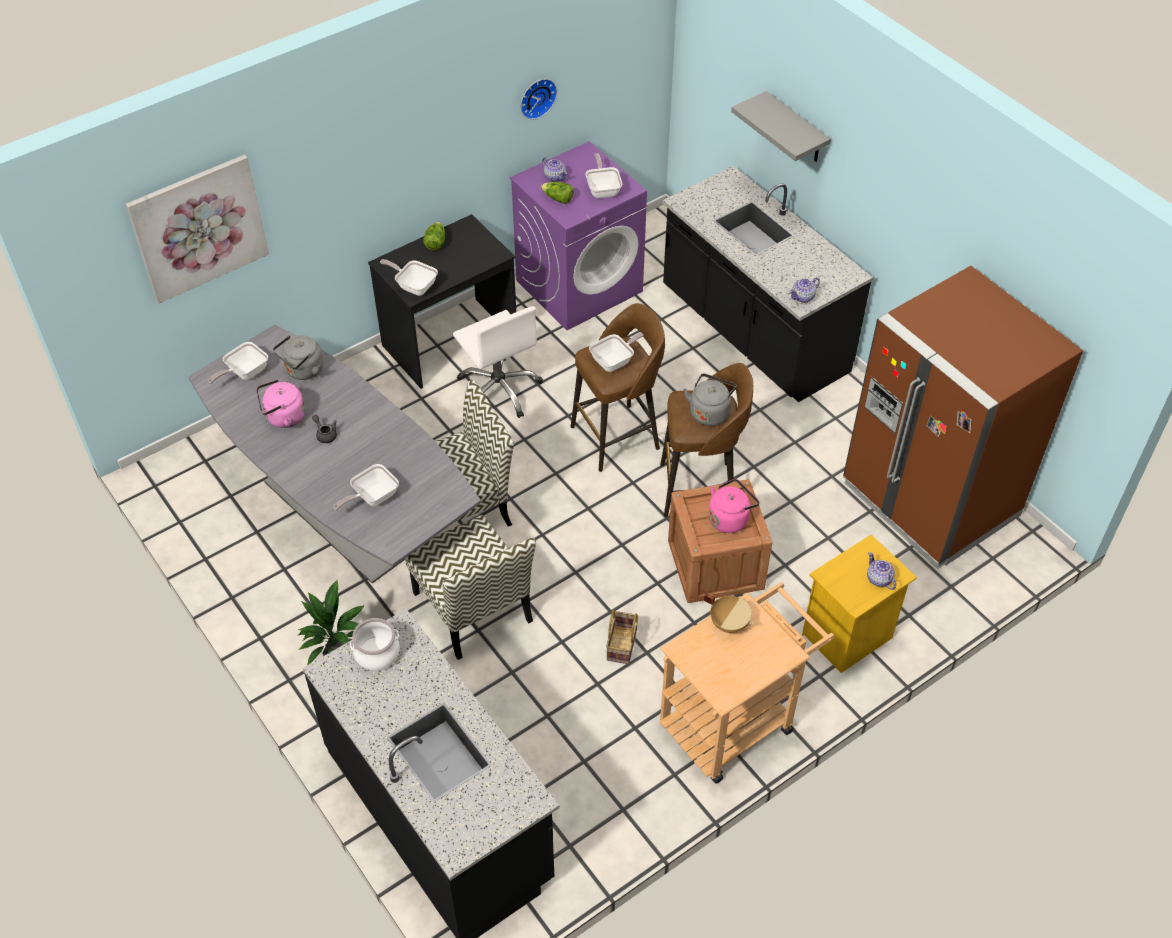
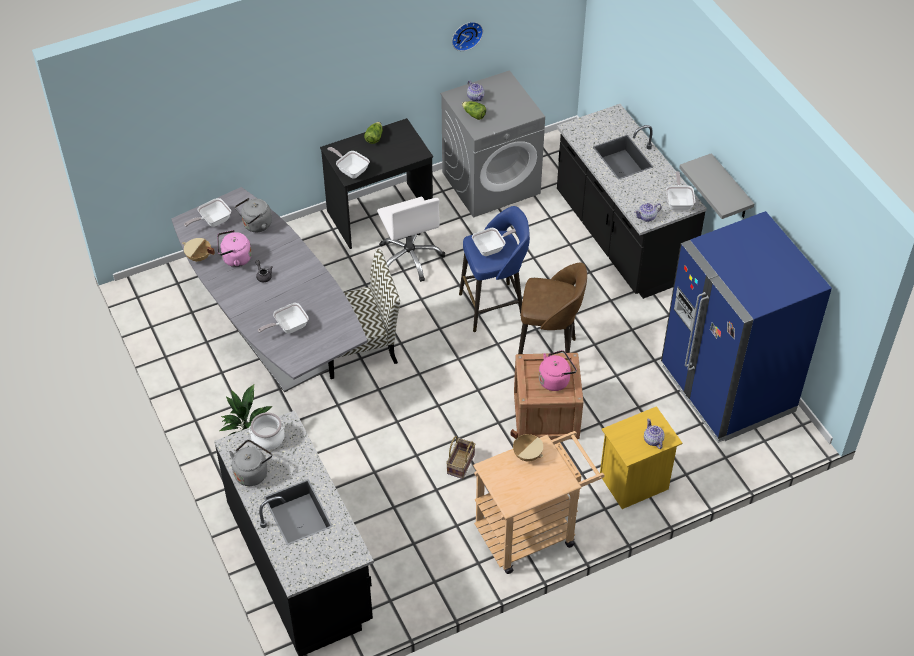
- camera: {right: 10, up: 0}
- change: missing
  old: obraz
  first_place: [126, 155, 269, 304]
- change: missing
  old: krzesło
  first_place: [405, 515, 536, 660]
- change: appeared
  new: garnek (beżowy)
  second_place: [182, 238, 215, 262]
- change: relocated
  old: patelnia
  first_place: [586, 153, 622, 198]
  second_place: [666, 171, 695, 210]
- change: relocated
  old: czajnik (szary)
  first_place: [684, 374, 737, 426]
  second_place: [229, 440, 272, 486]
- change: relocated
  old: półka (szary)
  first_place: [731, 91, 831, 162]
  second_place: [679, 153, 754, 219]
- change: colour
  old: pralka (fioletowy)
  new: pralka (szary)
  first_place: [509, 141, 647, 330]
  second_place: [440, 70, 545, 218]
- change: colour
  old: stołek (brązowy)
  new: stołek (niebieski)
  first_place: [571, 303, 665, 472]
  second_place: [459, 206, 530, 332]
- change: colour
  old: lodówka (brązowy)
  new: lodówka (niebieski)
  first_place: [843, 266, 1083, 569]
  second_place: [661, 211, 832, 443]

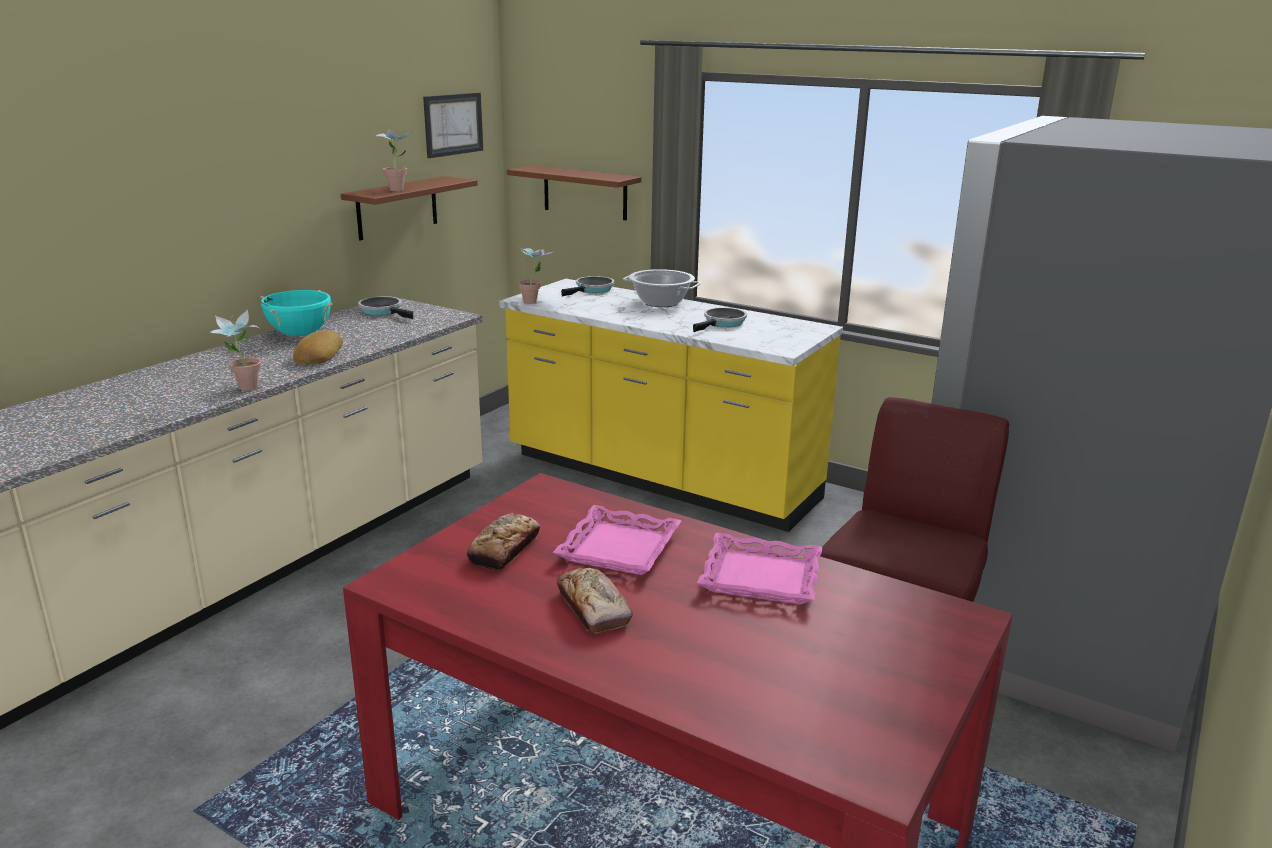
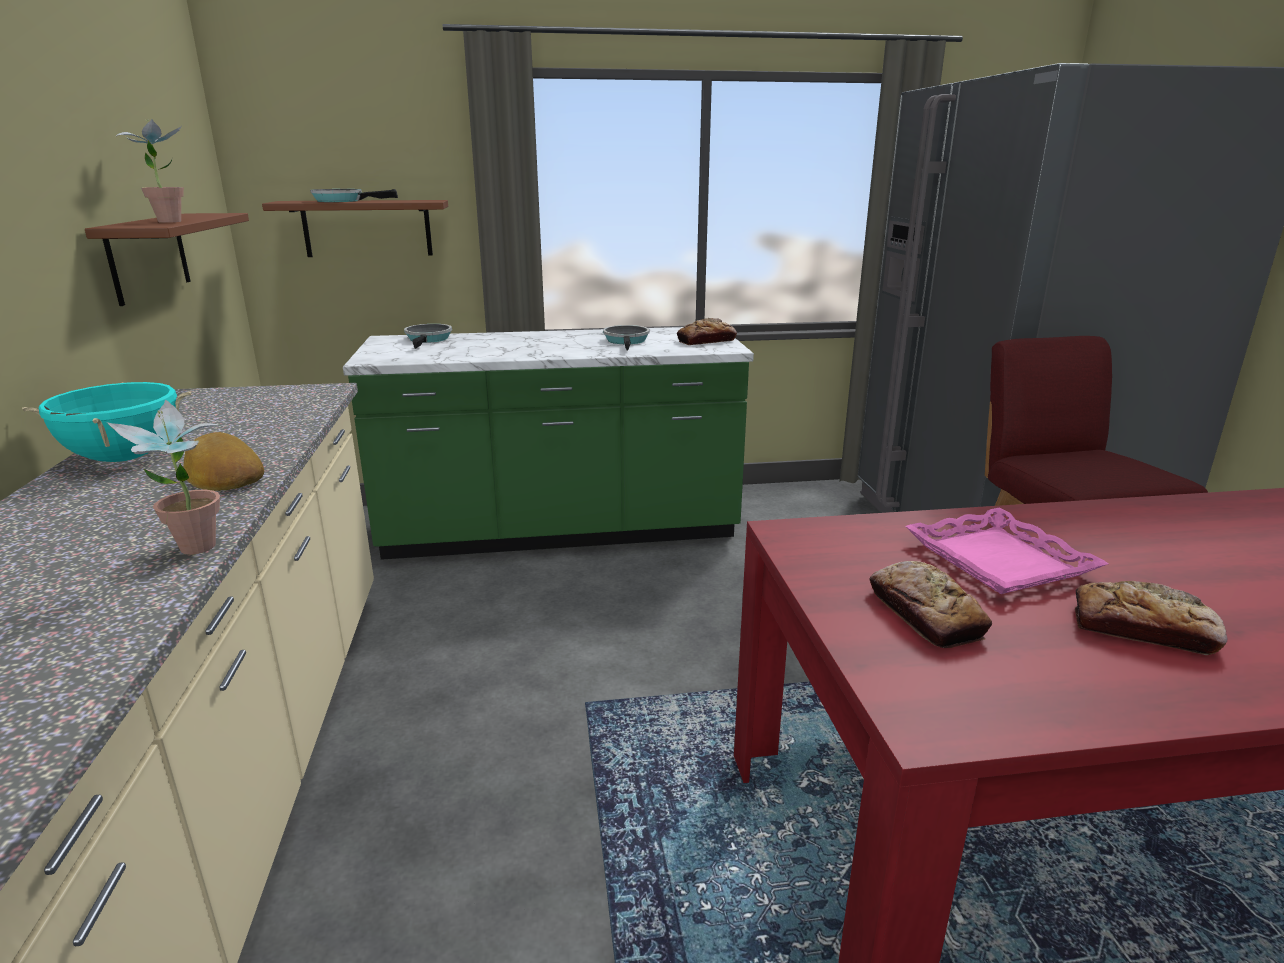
- camera: {right: -40, up: 0}
- change: missing
  old: obraz
  first_place: [423, 93, 483, 158]
- change: missing
  old: roślina doniczkowa
  first_place: [518, 243, 554, 304]
- change: missing
  old: garnek
  first_place: [623, 269, 701, 307]
- change: missing
  old: taca (różowy)
  first_place: [697, 533, 822, 605]
- change: appeared
  new: chleb
  second_place: [677, 318, 737, 345]
- change: relocated
  old: patelnia
  first_place: [358, 296, 413, 319]
  second_place: [310, 189, 398, 202]
- change: colour
  old: zabudowa kuchenna (żółty)
  new: zabudowa kuchenna (zielony)
  first_place: [499, 279, 843, 532]
  second_place: [343, 327, 754, 560]

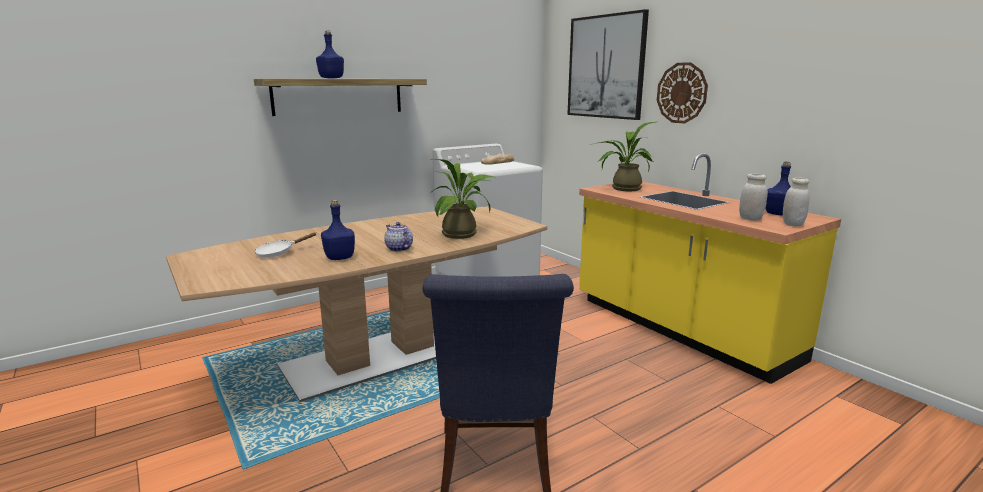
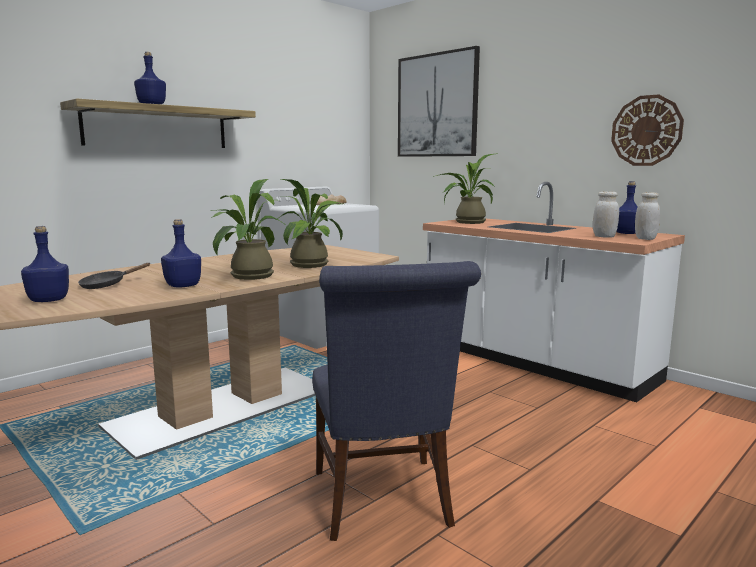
- camera: {right: -10, up: -5}
- change: appeared
  new: butelka (niebieski)
  second_place: [21, 226, 69, 302]
- change: relocated
  old: zegar ścienny
  first_place: [657, 62, 708, 124]
  second_place: [611, 94, 684, 166]
- change: exchanged
  old: imbryk
  new: roślina doniczkowa
  first_place: [384, 222, 413, 252]
  second_place: [211, 179, 284, 280]
- change: colour
  old: patelnia (biały)
  new: patelnia (czarny)
  first_place: [255, 233, 316, 258]
  second_place: [78, 263, 150, 289]
- change: colour
  old: zabudowa kuchenna (żółty)
  new: zabudowa kuchenna (biały)
  first_place: [579, 153, 841, 384]
  second_place: [423, 182, 685, 402]

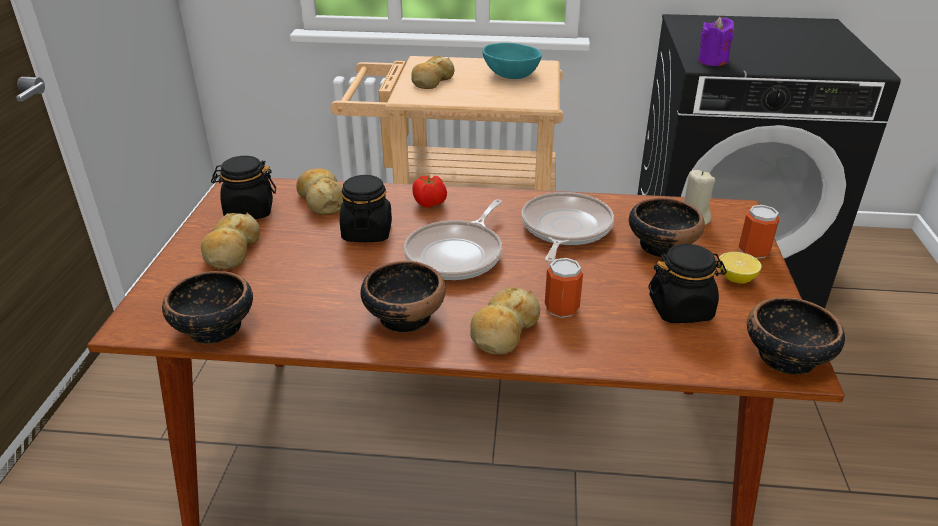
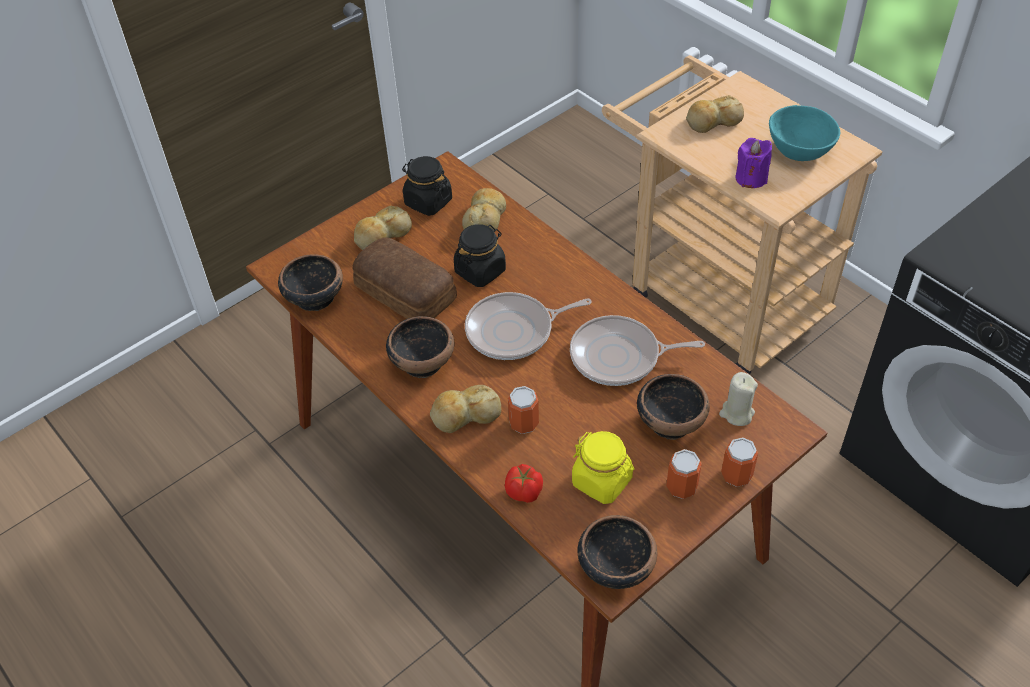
- camera: {right: 45, up: 15}
- change: appeared
  new: chleb
  second_place: [353, 238, 457, 319]
- change: relocated
  old: pomidor
  first_place: [412, 175, 447, 208]
  second_place: [505, 464, 543, 503]
- change: relocated
  old: świeca (fioletowy)
  first_place: [698, 17, 734, 66]
  second_place: [735, 138, 772, 188]
- change: exchanged
  old: cytryna
  new: puszka
  first_place: [718, 252, 762, 284]
  second_place: [666, 449, 702, 499]
- change: colour
  old: słoik (czarny)
  new: słoik (żółty)
  first_place: [648, 244, 727, 323]
  second_place: [572, 431, 635, 504]
- change: spun
  old: patelnia
  first_place: [521, 192, 614, 262]
  second_place: [570, 315, 705, 386]
  degrees: -150

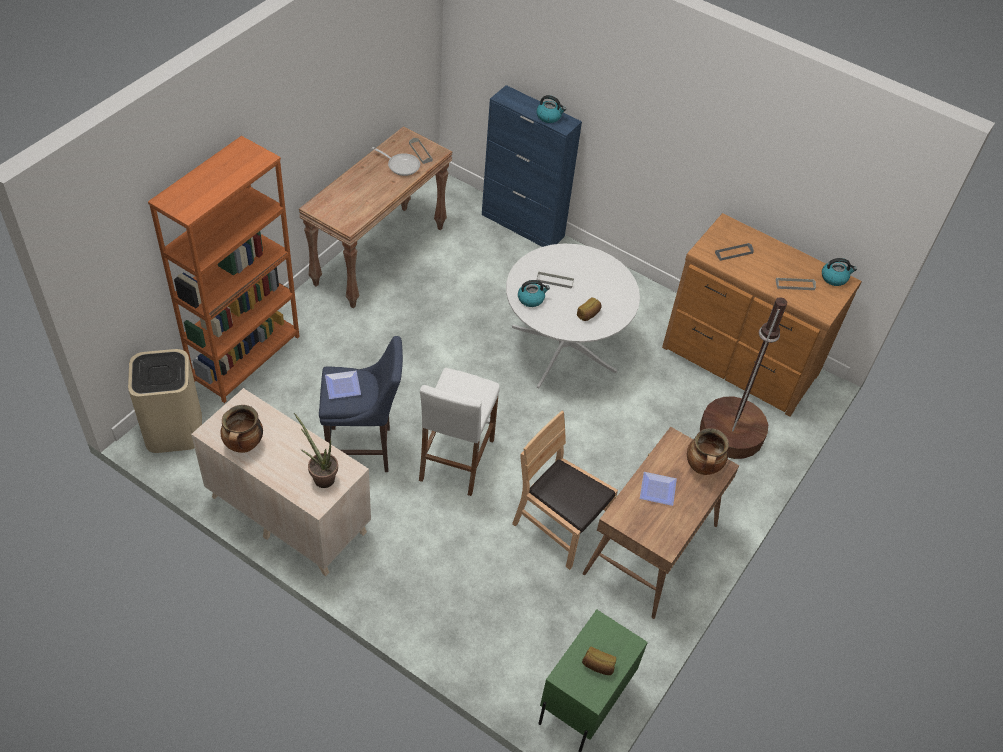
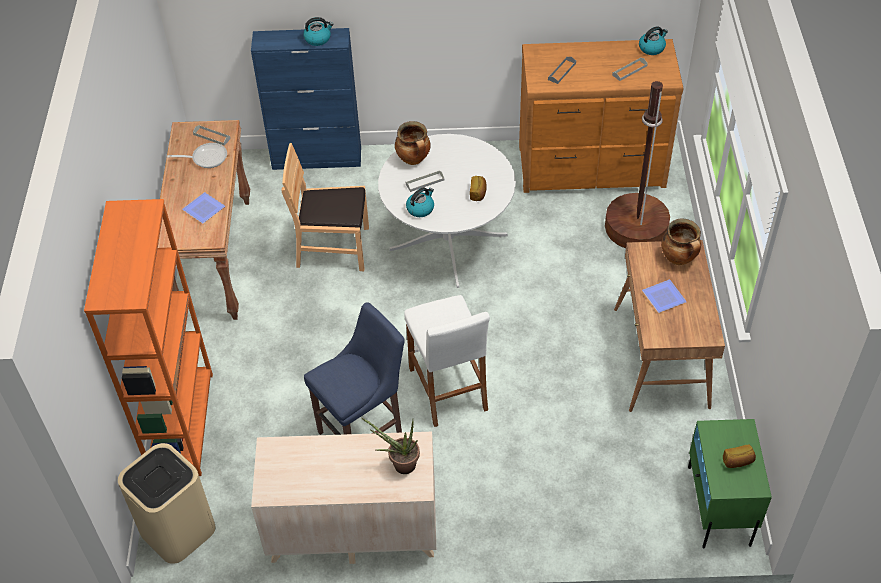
- camera: {right: -30, up: 0}
- change: relocated
  old: garnek
  first_place: [220, 405, 263, 453]
  second_place: [395, 121, 431, 165]
- change: relocated
  old: talerz
  first_place: [325, 371, 361, 399]
  second_place: [182, 192, 225, 223]
- change: relocated
  old: krzesło (brązowy)
  first_place: [512, 411, 618, 570]
  second_place: [282, 143, 369, 271]

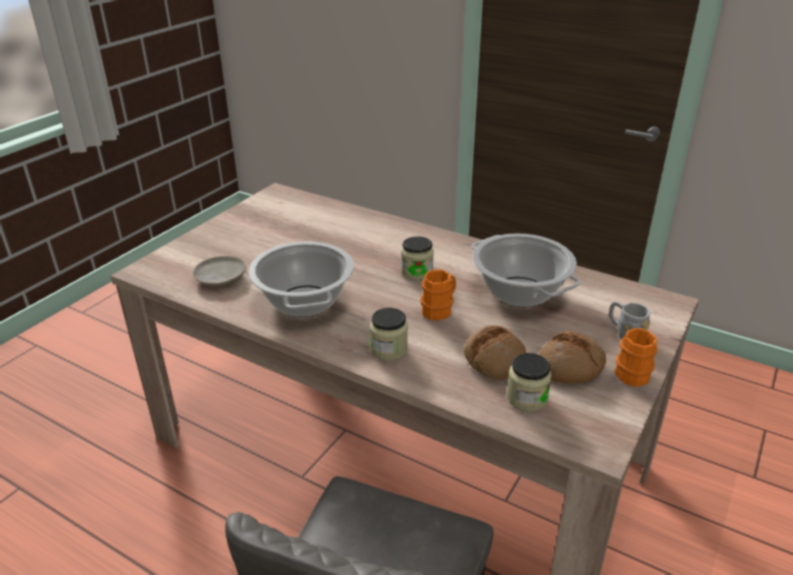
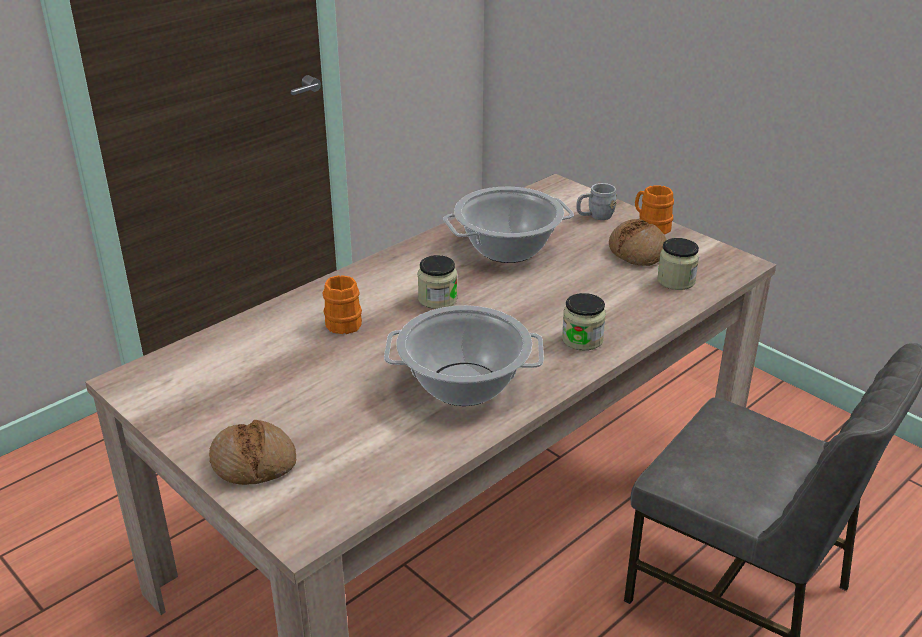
- camera: {right: -75, up: 0}
- change: missing
  old: talerz (beżowy)
  first_place: [193, 256, 246, 286]
- change: relocated
  old: kubek (pomarańczowy)
  first_place: [420, 269, 456, 320]
  second_place: [322, 275, 362, 334]
- change: relocated
  old: chleb
  first_place: [464, 325, 526, 380]
  second_place: [209, 420, 296, 485]

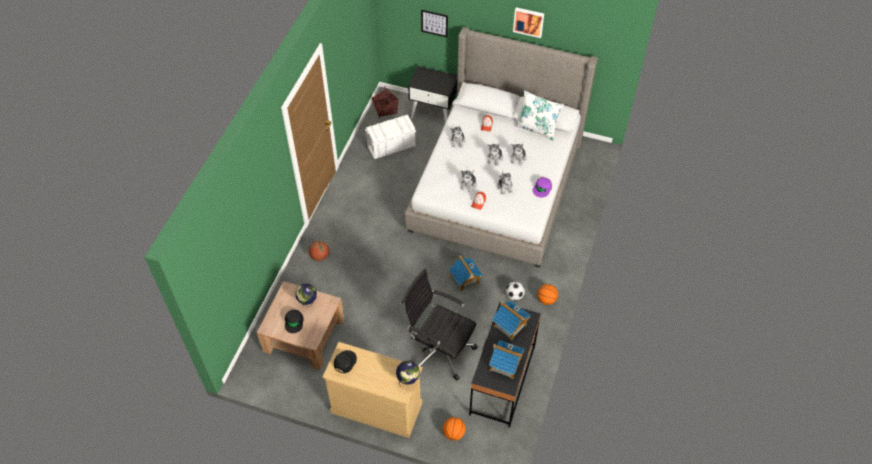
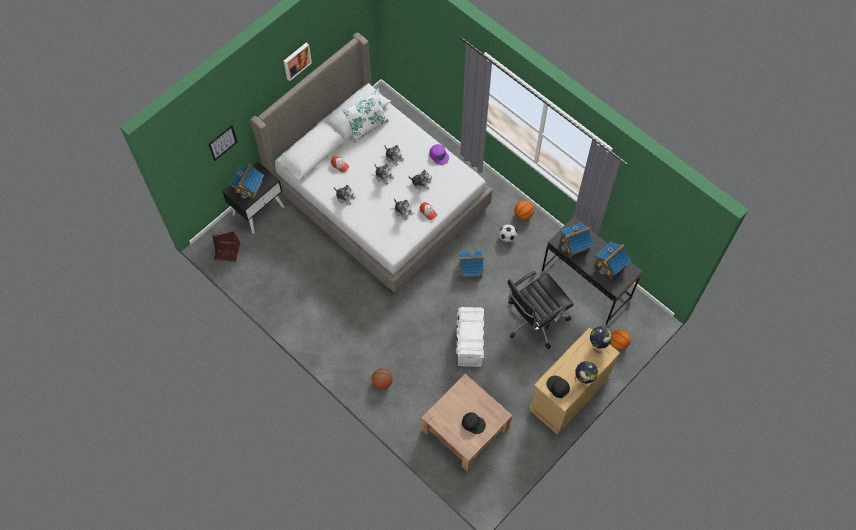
- camera: {right: -65, up: 10}
- change: appeared
  new: domek
  second_place: [230, 164, 264, 199]
- change: relocated
  old: globus
  first_place: [295, 283, 317, 307]
  second_place: [575, 361, 598, 384]
- change: relocated
  old: pojemnik do przechowywania (biały)
  first_place: [365, 115, 416, 159]
  second_place: [456, 307, 484, 367]

